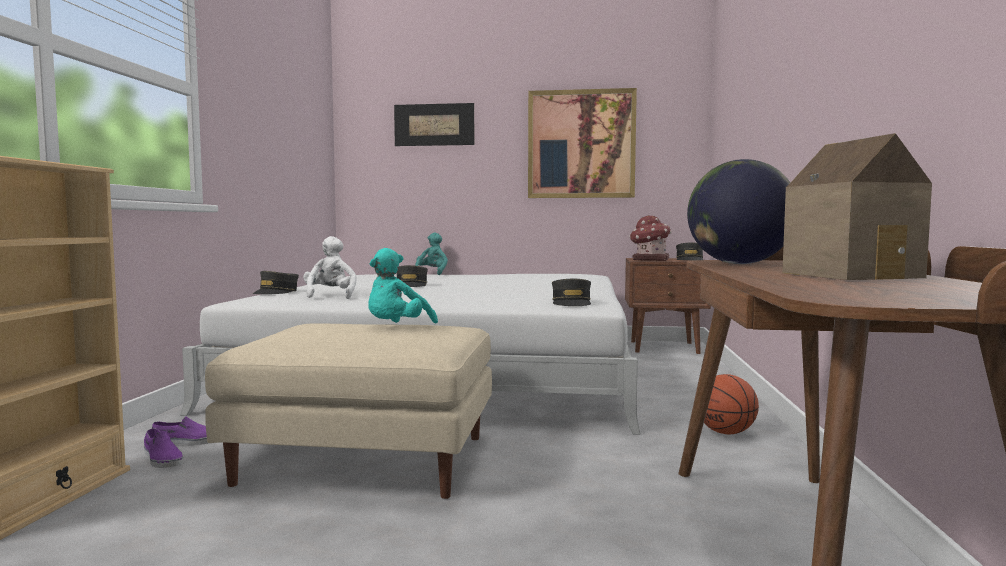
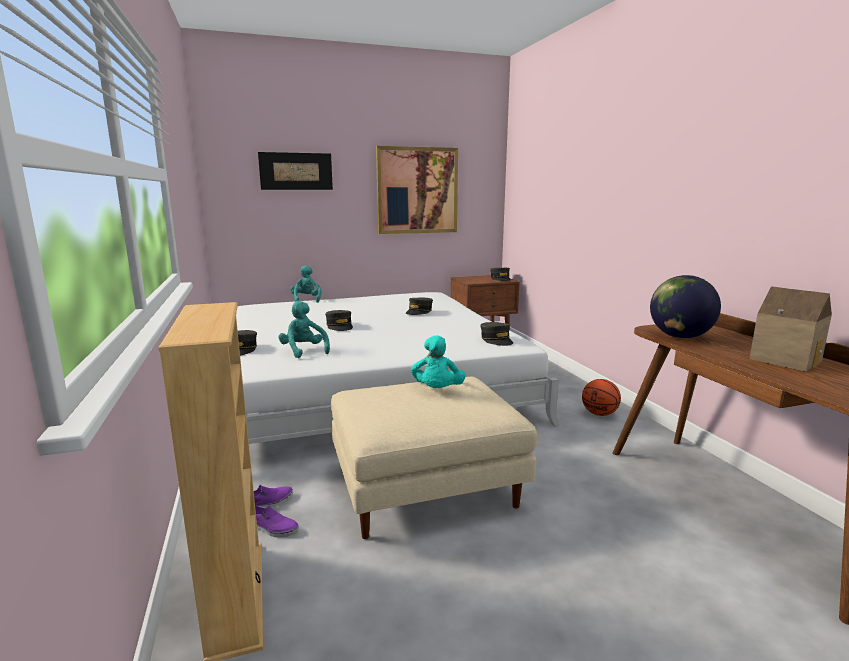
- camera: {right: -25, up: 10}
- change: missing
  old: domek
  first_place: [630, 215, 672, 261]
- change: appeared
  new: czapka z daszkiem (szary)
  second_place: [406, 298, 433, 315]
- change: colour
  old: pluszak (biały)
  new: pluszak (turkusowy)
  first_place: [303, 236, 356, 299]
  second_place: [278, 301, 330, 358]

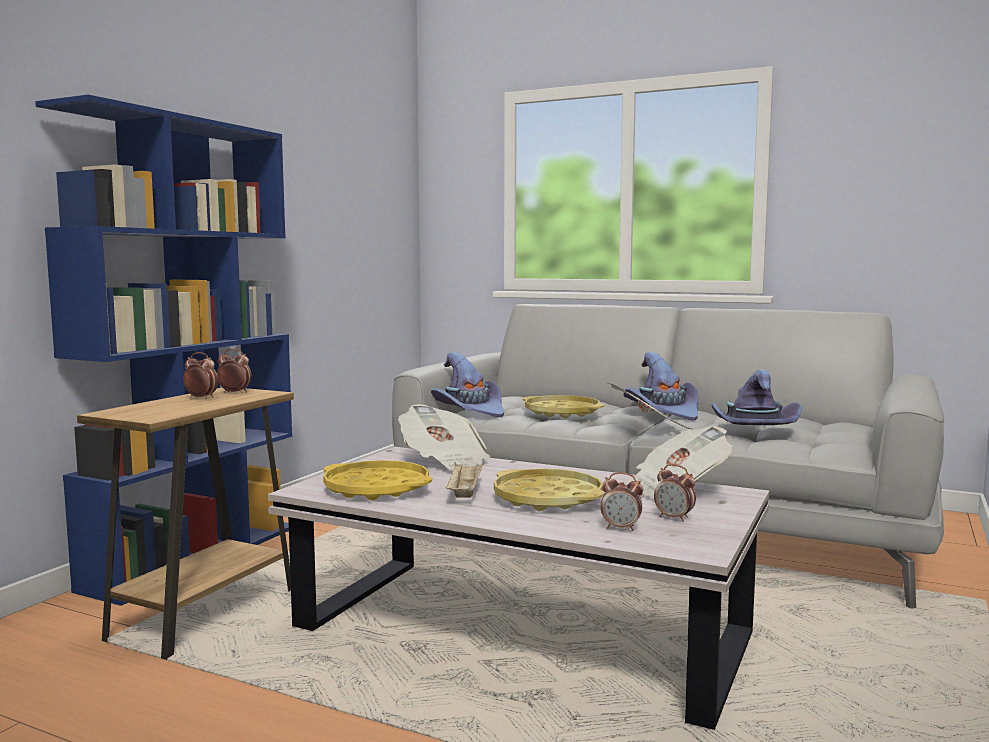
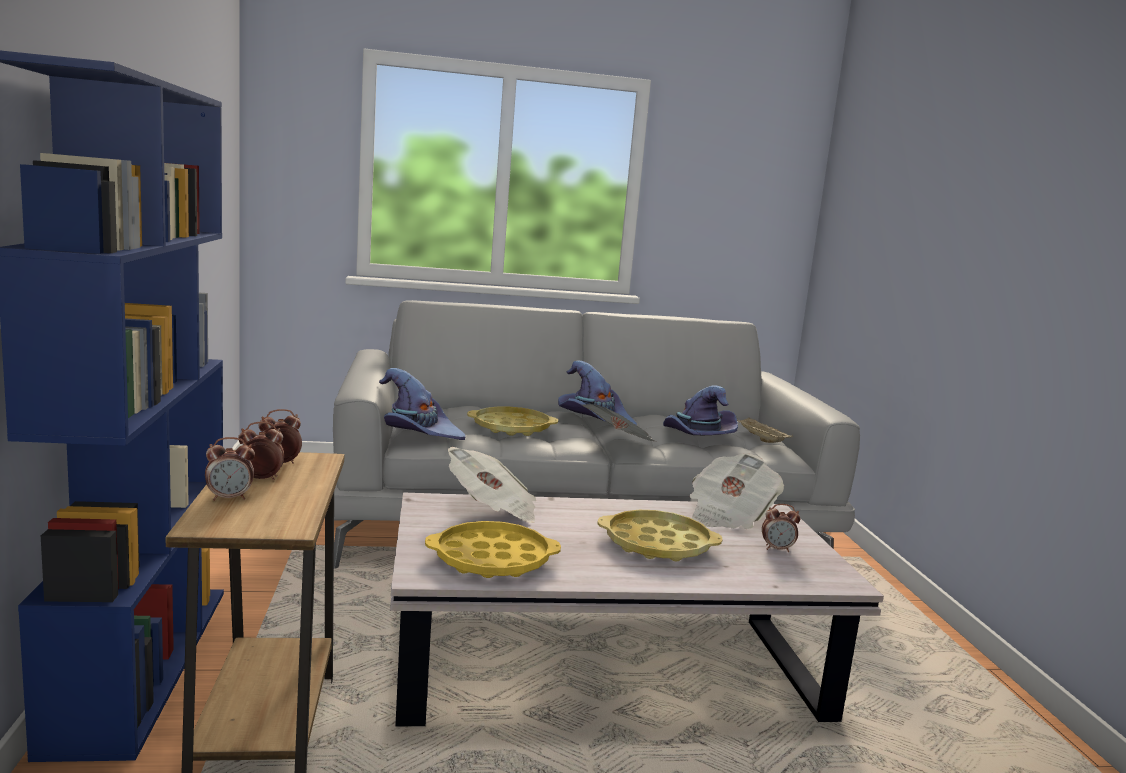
- camera: {right: -35, up: 5}
- change: relocated
  old: taca (beżowy)
  first_place: [446, 462, 484, 498]
  second_place: [737, 418, 793, 443]
- change: relocated
  old: budzik
  first_place: [601, 472, 643, 531]
  second_place: [205, 437, 255, 501]

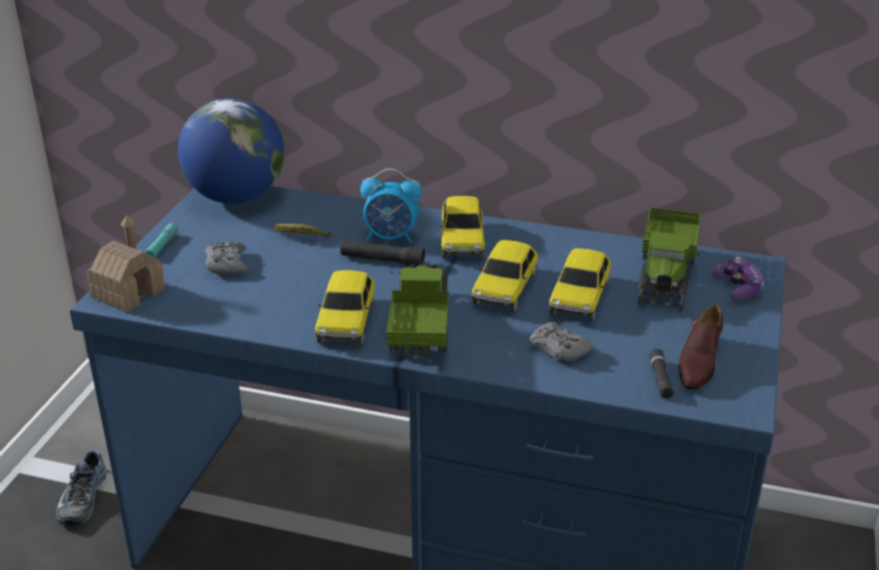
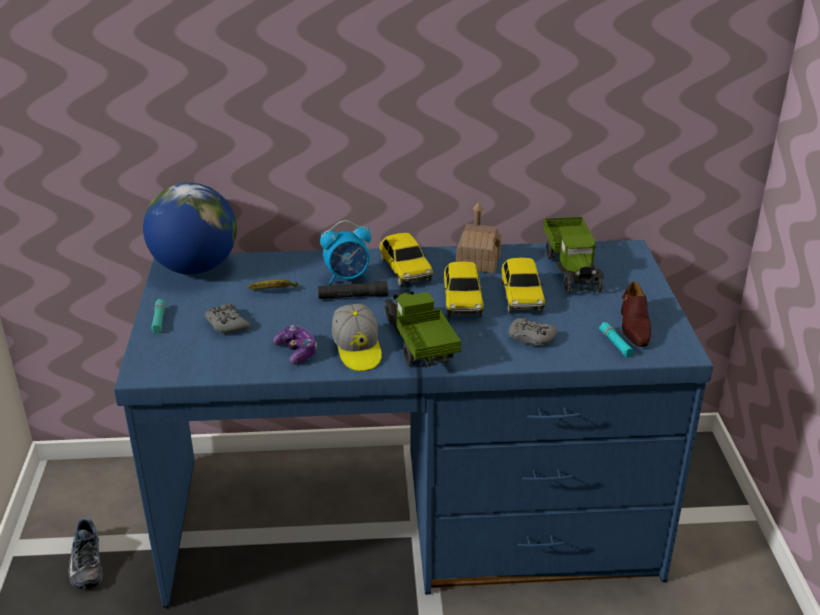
- camera: {right: -20, up: 0}
- change: relocated
  old: domek
  first_place: [86, 215, 165, 313]
  second_place: [456, 202, 502, 273]
- change: relocated
  old: pad do gier
  first_place: [712, 257, 764, 301]
  second_place: [273, 325, 317, 364]
- change: exchanged
  old: samochodzik
  new: czapka z daszkiem
  first_place: [315, 270, 375, 345]
  second_place: [332, 304, 382, 371]
- change: colour
  old: latarka (czarny)
  new: latarka (turkusowy)
  first_place: [649, 348, 673, 399]
  second_place: [599, 322, 634, 357]

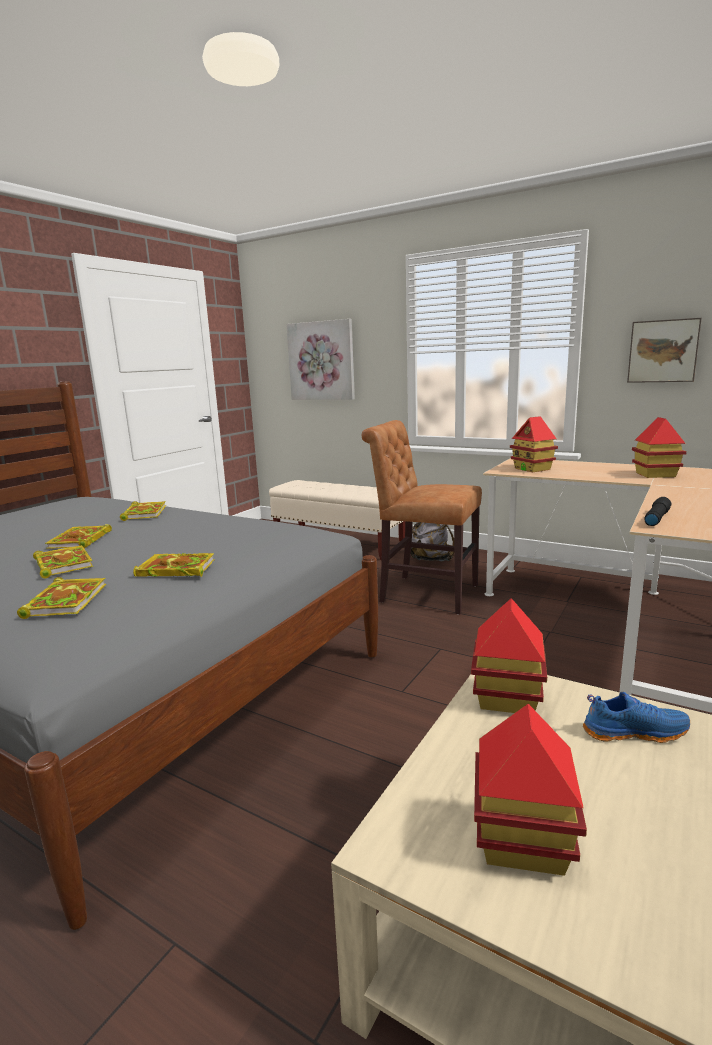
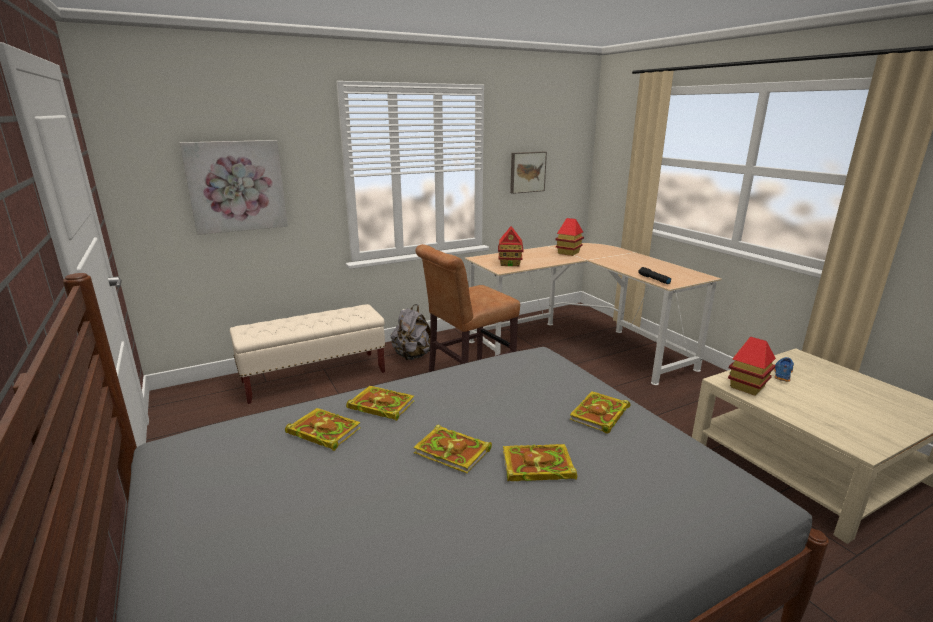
- camera: {right: -60, up: 5}
- change: missing
  old: domek
  first_place: [474, 704, 587, 876]
- change: relocated
  old: książka
  first_place: [17, 577, 106, 619]
  second_place: [285, 408, 361, 451]

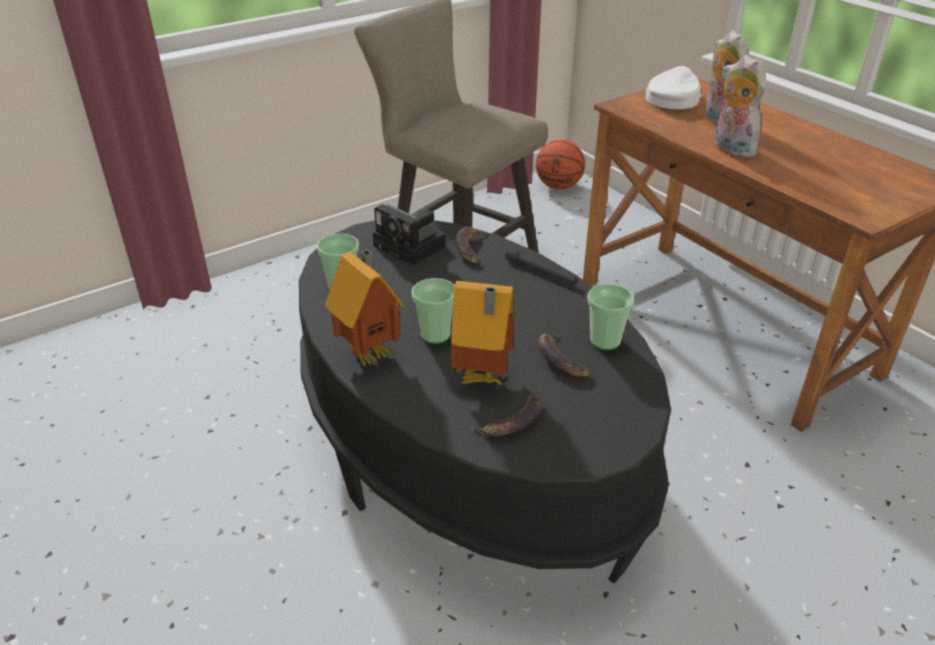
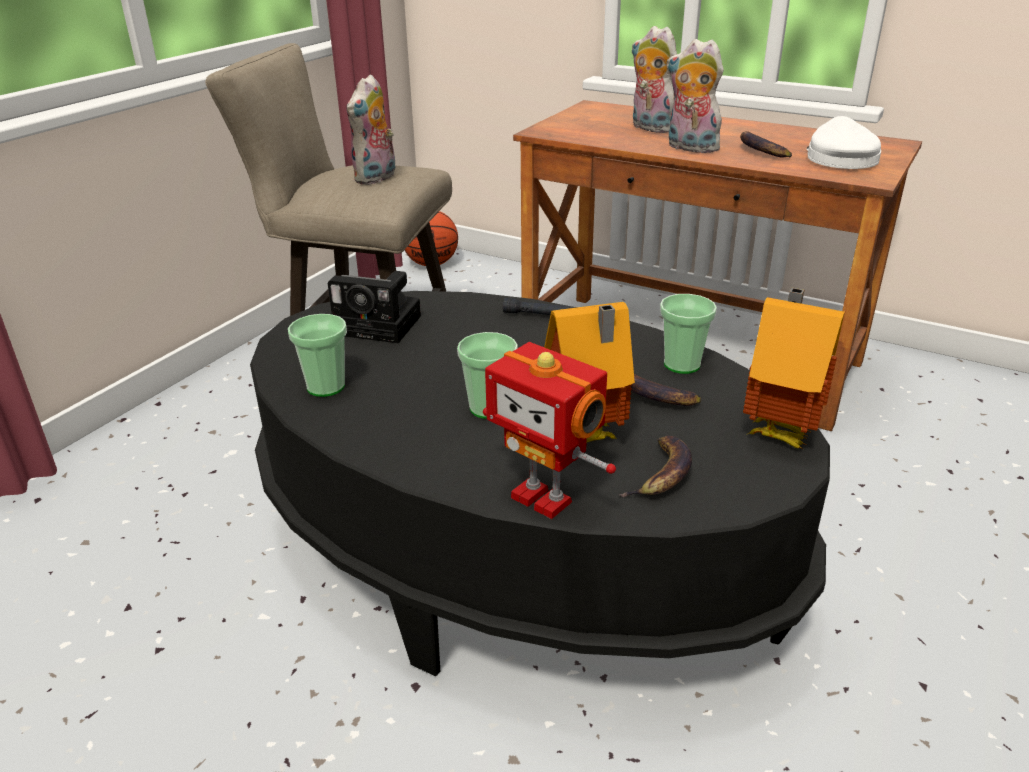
- camera: {right: -25, up: -5}
- change: appeared
  new: pluszak
  second_place: [346, 74, 395, 185]
- change: appeared
  new: robot zabawkowy
  second_place: [483, 342, 616, 519]
- change: relocated
  old: domek
  first_place: [325, 249, 404, 367]
  second_place: [743, 288, 845, 449]
- change: relocated
  old: banan
  first_place: [455, 227, 488, 264]
  second_place: [740, 131, 792, 158]
- change: relocated
  old: czapka z daszkiem (biały)
  first_place: [645, 66, 702, 109]
  second_place: [807, 116, 881, 169]

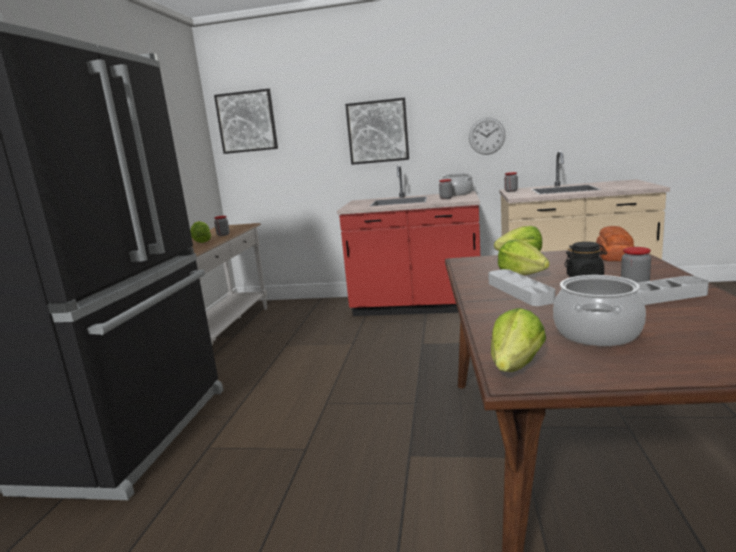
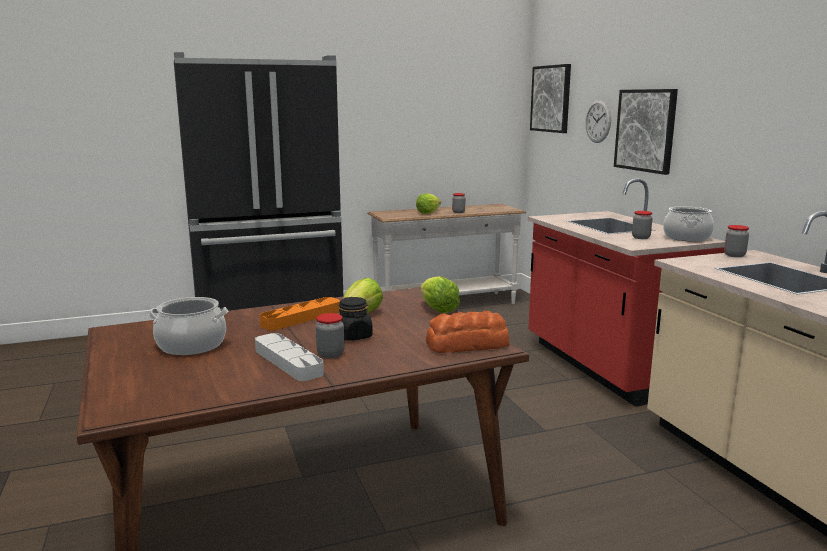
- camera: {right: 60, up: 0}
- change: missing
  old: sałata
  first_place: [491, 308, 546, 372]
- change: relocated
  old: zegar ścienny
  first_place: [469, 118, 506, 155]
  second_place: [585, 100, 611, 143]
- change: colour
  old: taca (szary)
  new: taca (pomarańczowy)
  first_place: [488, 269, 555, 306]
  second_place: [260, 297, 340, 331]

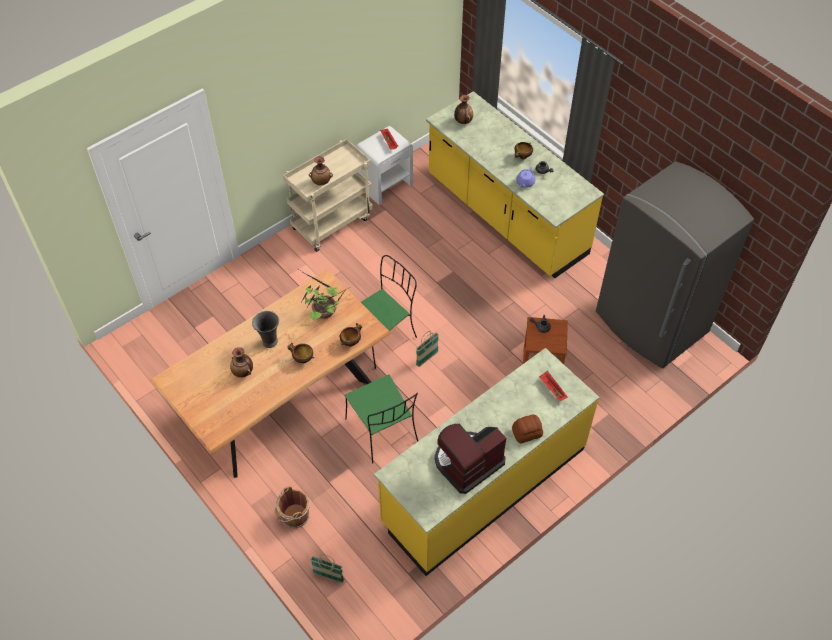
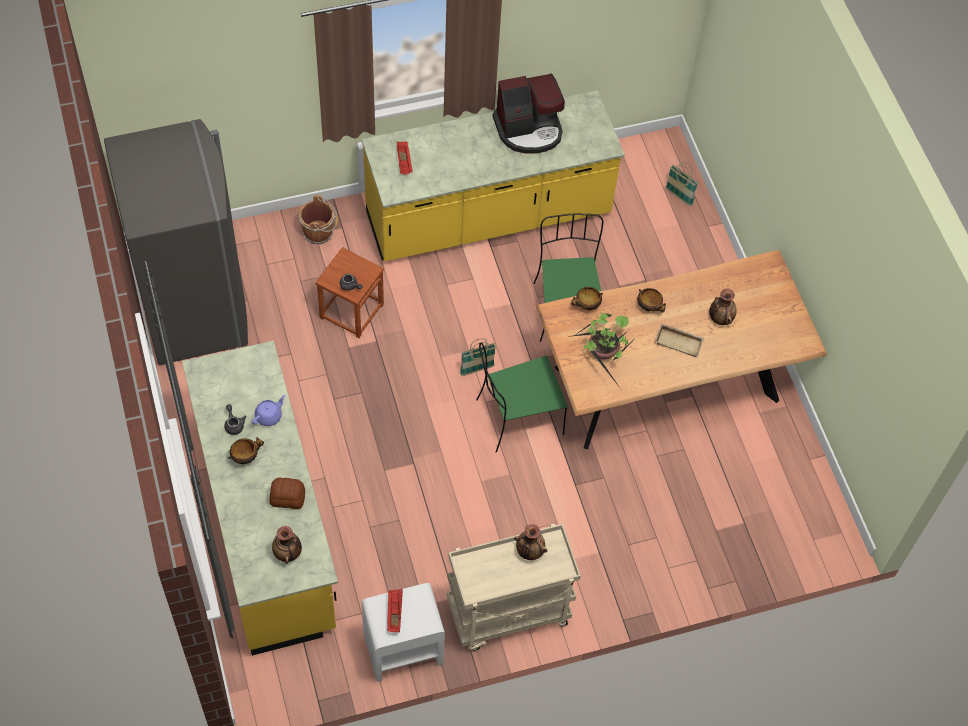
- camera: {right: -160, up: 5}
- change: relocated
  old: wiadro (brązowy)
  first_place: [275, 486, 310, 529]
  second_place: [299, 195, 338, 244]
- change: relocated
  old: chleb
  first_place: [512, 415, 543, 443]
  second_place: [269, 478, 305, 509]
- change: exchanged
  old: wazon (szary)
  new: taca (beżowy)
  first_place: [252, 311, 279, 348]
  second_place: [655, 323, 704, 357]

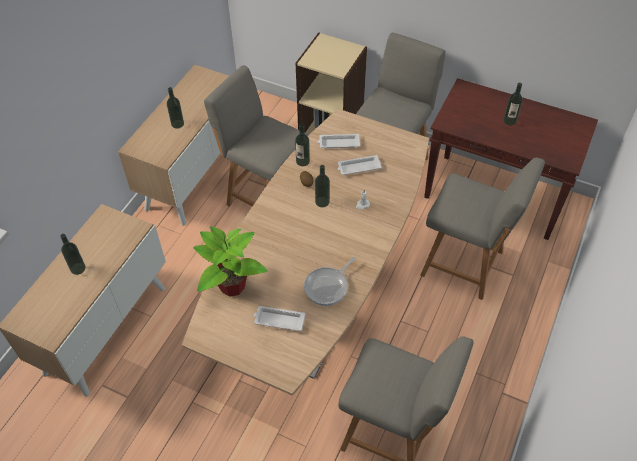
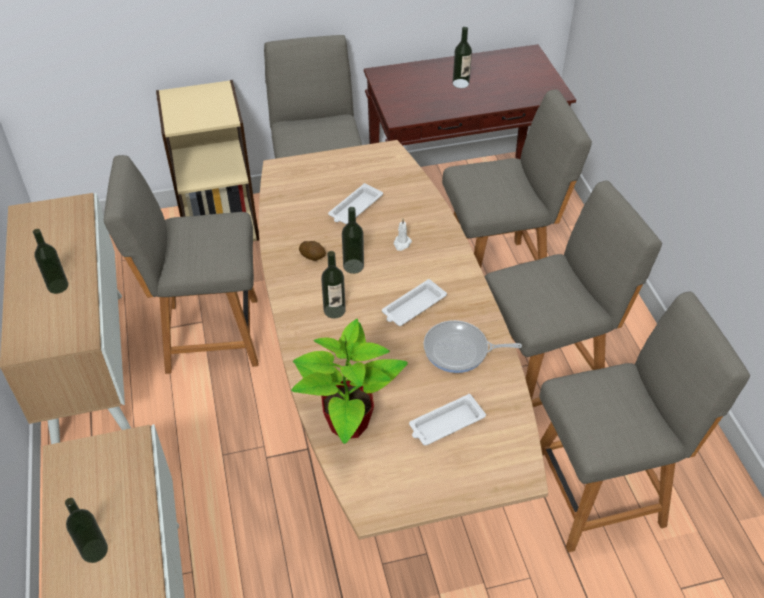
- camera: {right: -40, up: -5}
- change: appeared
  new: krzesło (szary)
  second_place: [484, 181, 662, 407]
- change: relocated
  old: butelka
  first_place: [295, 124, 310, 166]
  second_place: [321, 251, 346, 319]
- change: relocated
  old: taca (biały)
  first_place: [318, 134, 360, 148]
  second_place: [382, 279, 447, 326]
- change: spun
  old: patelnia
  first_place: [304, 257, 356, 306]
  second_place: [423, 320, 522, 373]
  degrees: 90

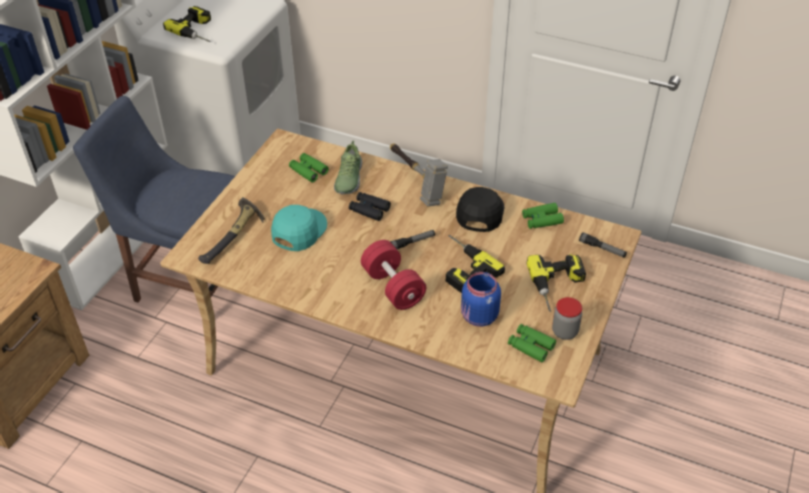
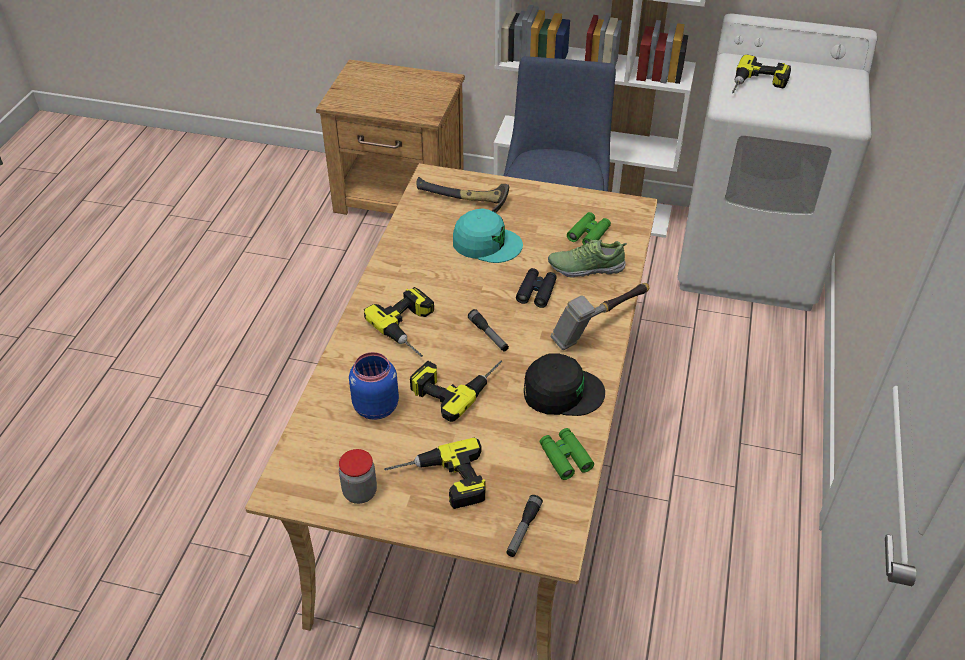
- camera: {right: 80, up: 0}
- change: missing
  old: lornetka (zielony)
  first_place: [508, 324, 556, 362]
- change: exchanged
  old: hantel (czerwony)
  new: wiertarka
  first_place: [361, 240, 426, 310]
  second_place: [364, 287, 434, 357]

